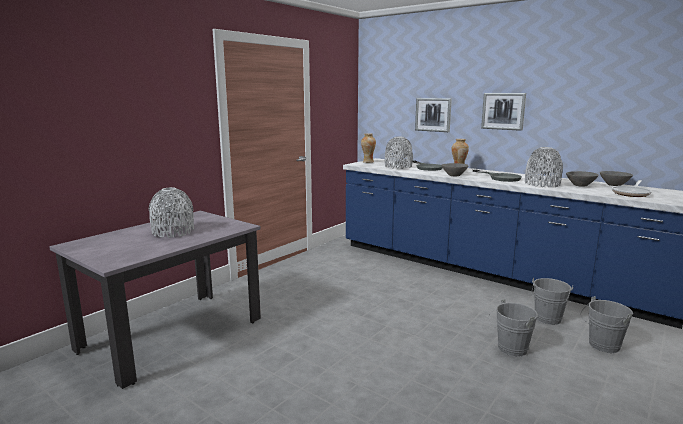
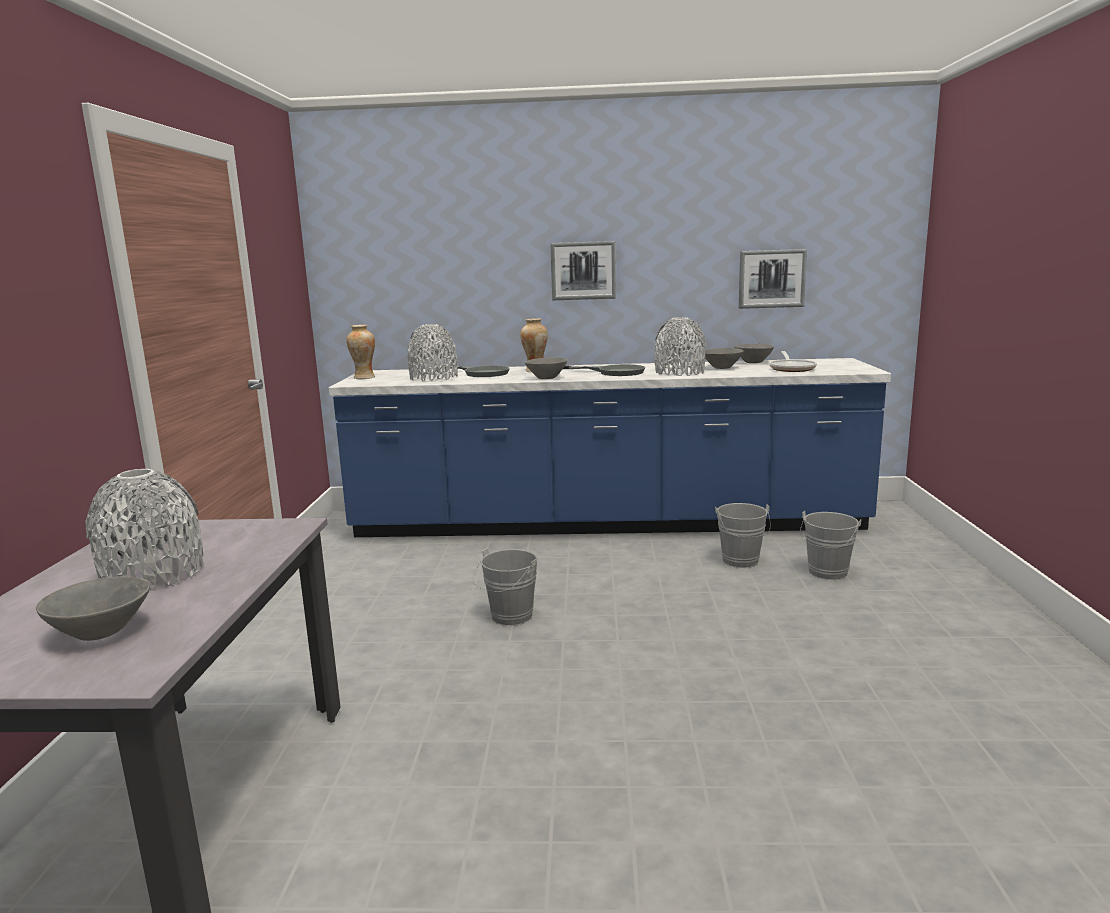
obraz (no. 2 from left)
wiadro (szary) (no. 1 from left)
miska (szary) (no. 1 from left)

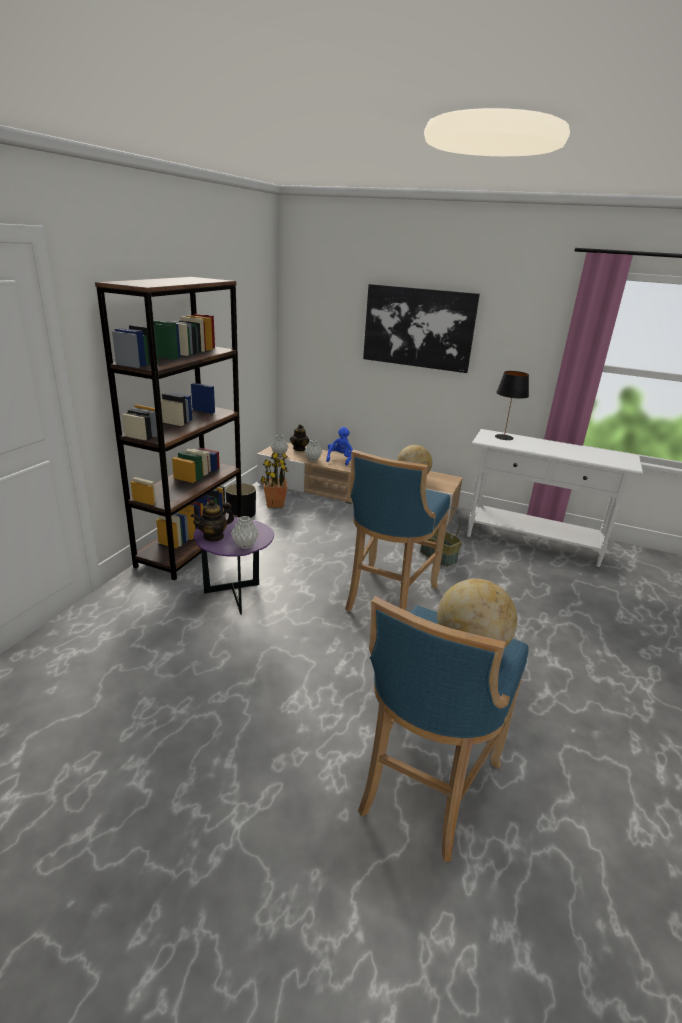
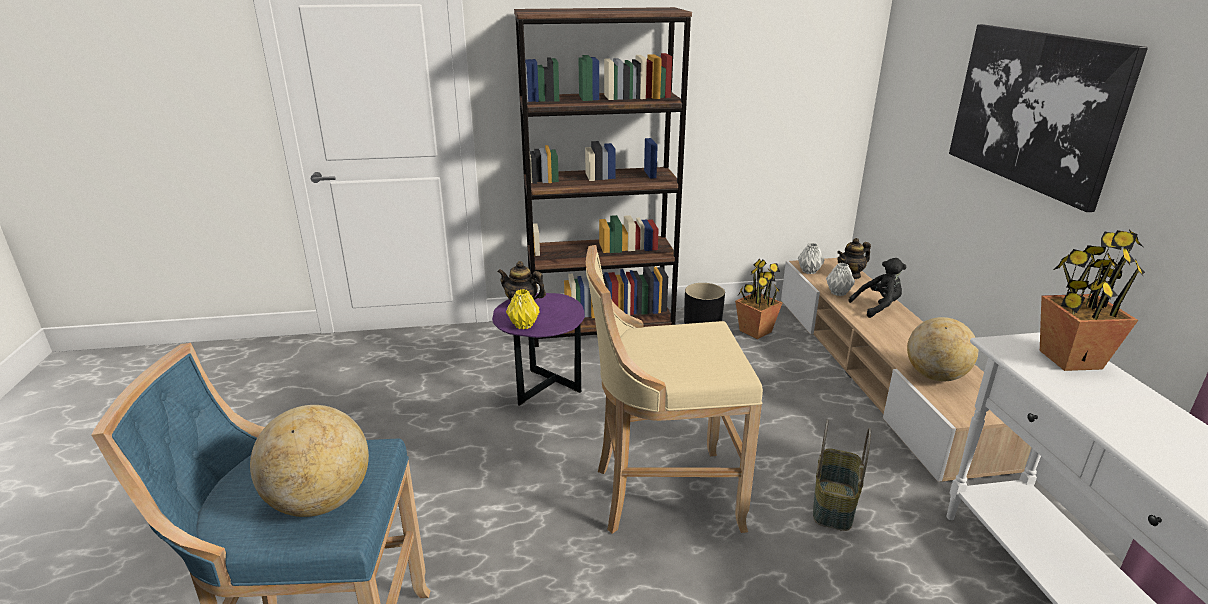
roślina doniczkowa (no. 2 from left)
pluszak (czarny)
stołek (beżowy)
wazon (żółty)

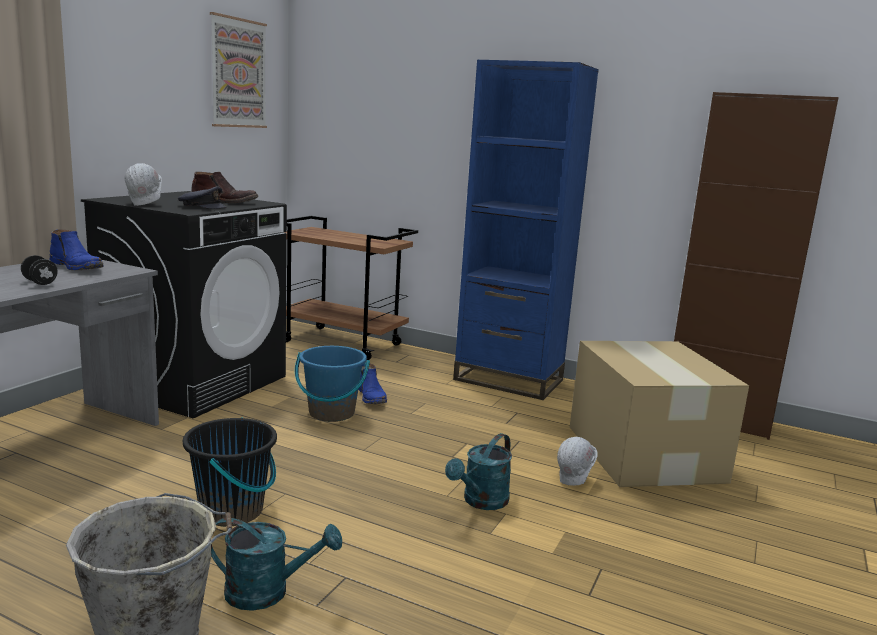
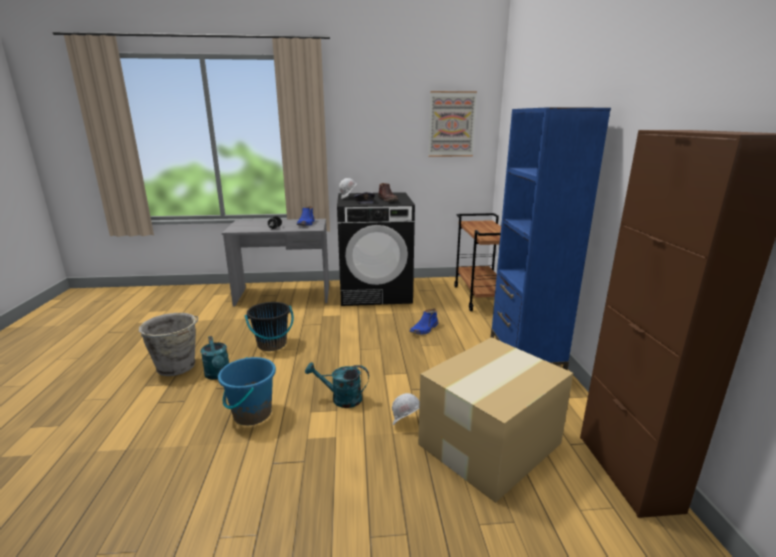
wiadro (niebieski)

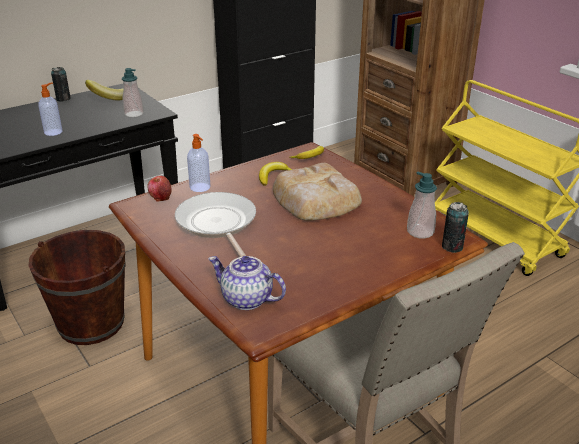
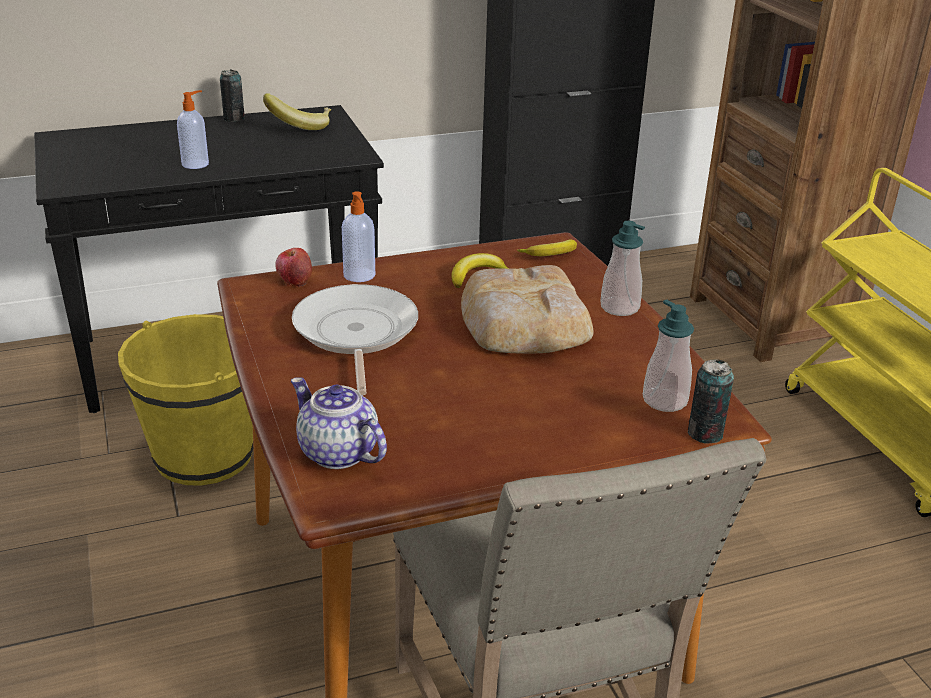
dozownik mydła (no. 3 from left)
wiadro (żółty)

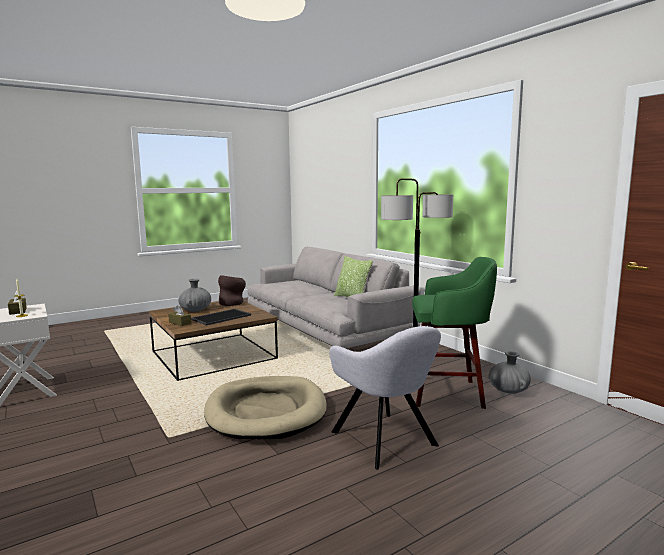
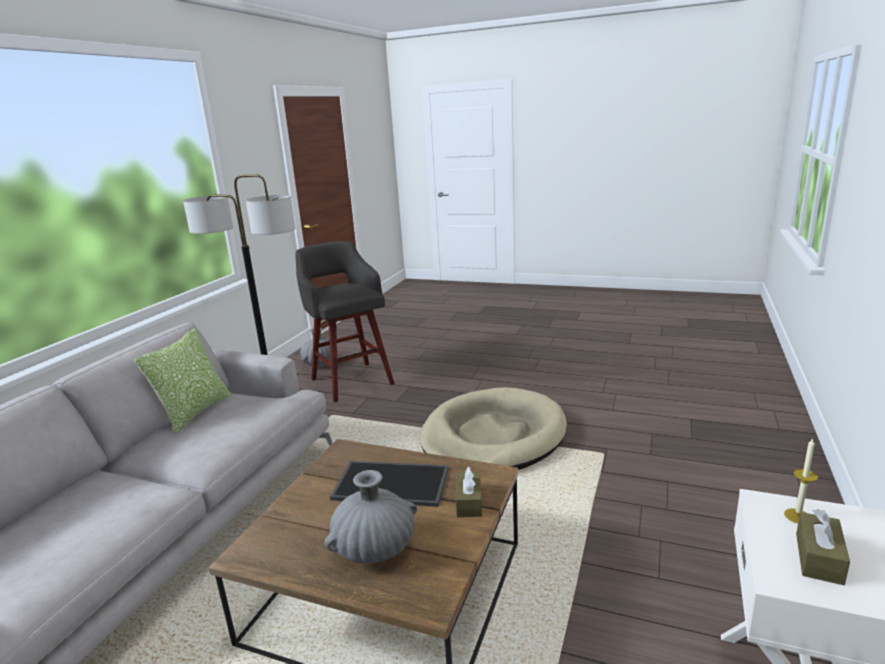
stołek (szary)
wazon (brązowy)
fotel (szary)

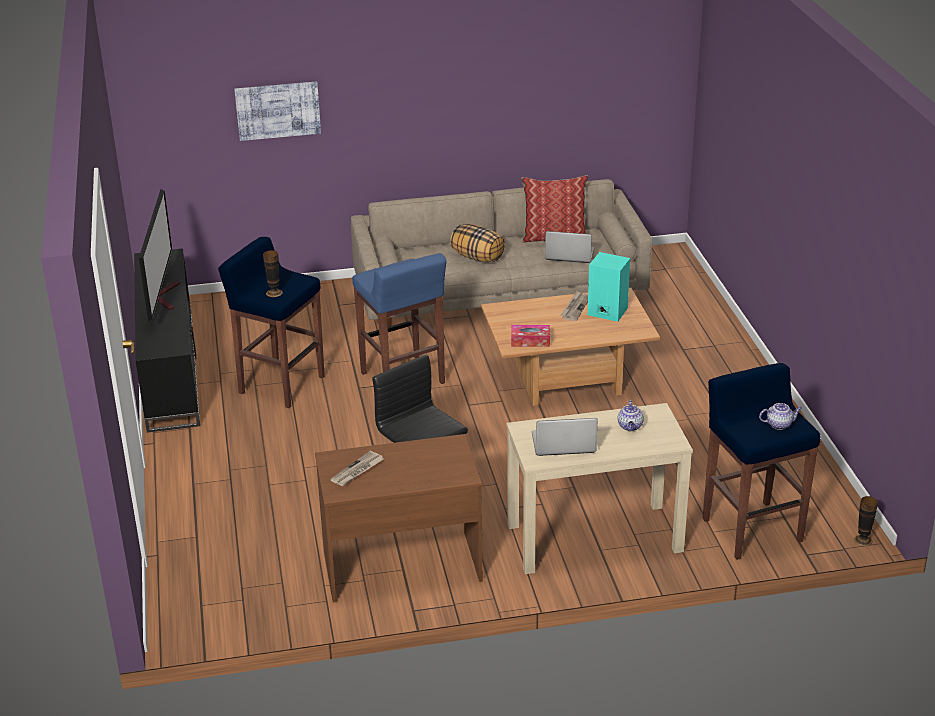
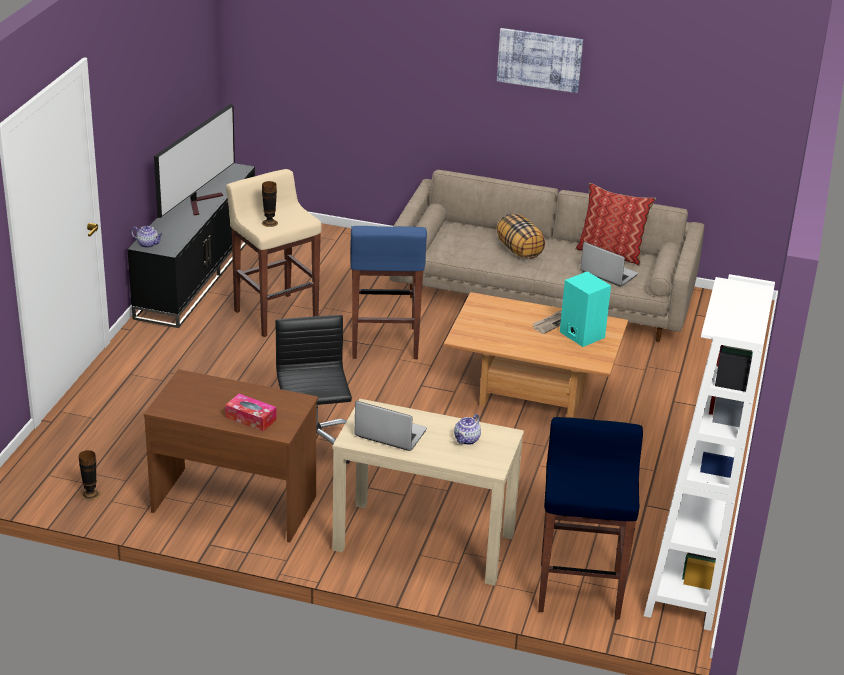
obraz
stołek (beżowy)
pudełko chusteczek
imbryk (no. 1 from left)
gazeta (no. 1 from left in the first image)
wazon (no. 1 from left)
regał (biały)

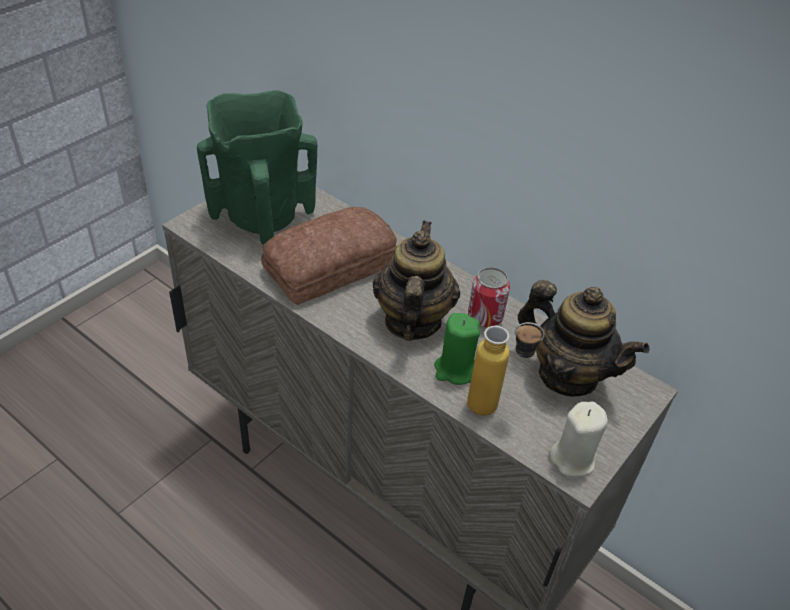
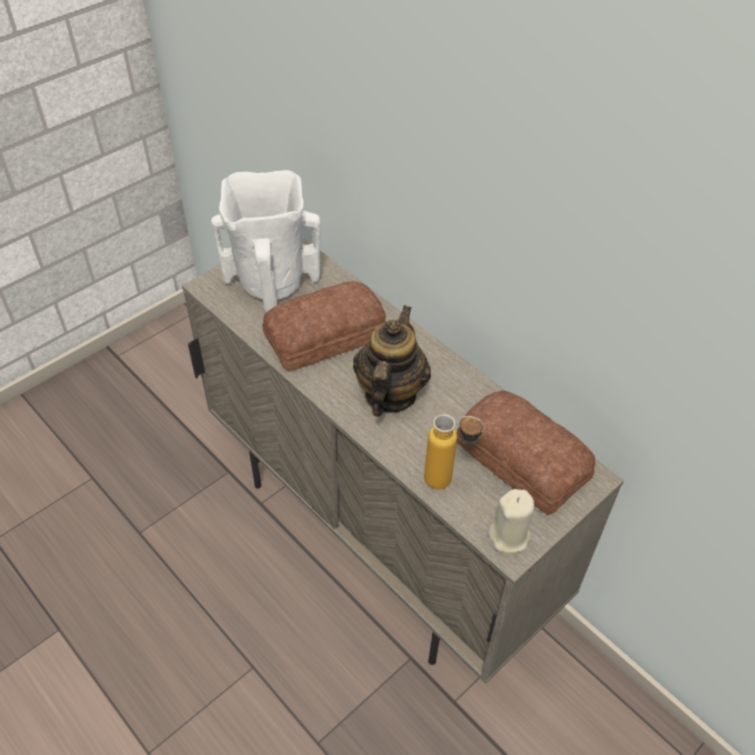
wazon (biały)
puszka
chleb (no. 2 from left)
świeca (zielony)

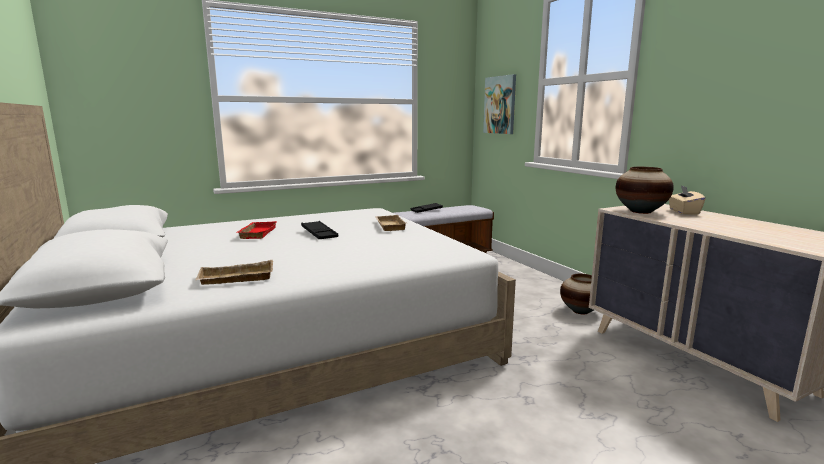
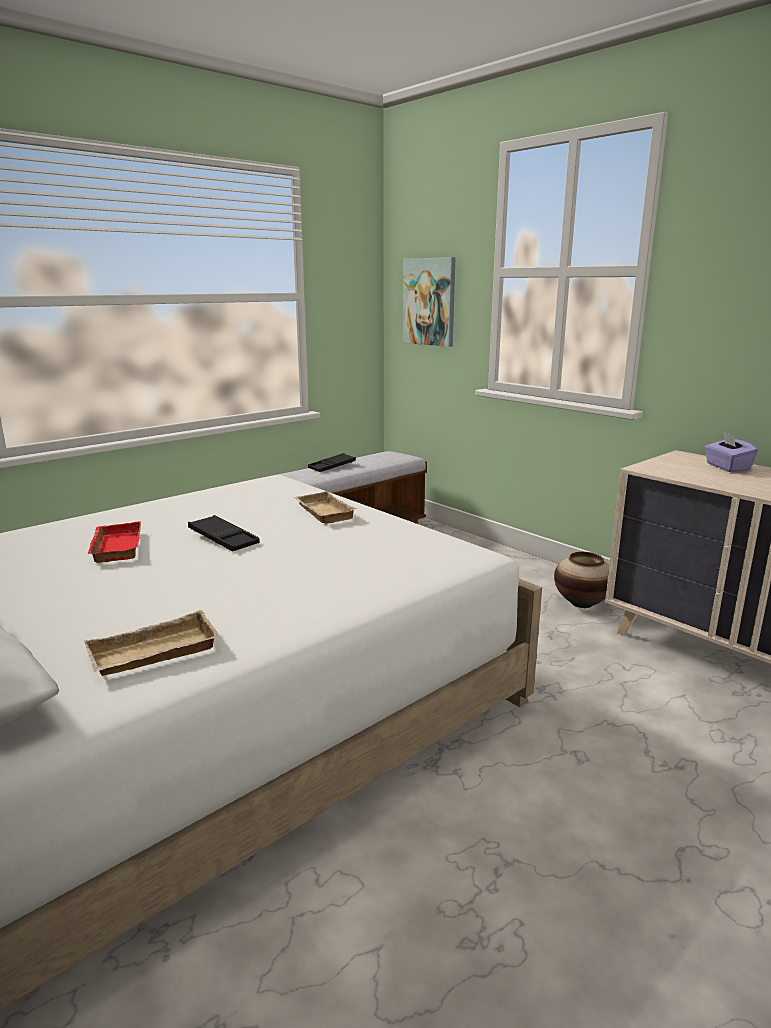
wazon (no. 2 from left in the first image)
pudełko chusteczek (fioletowy)

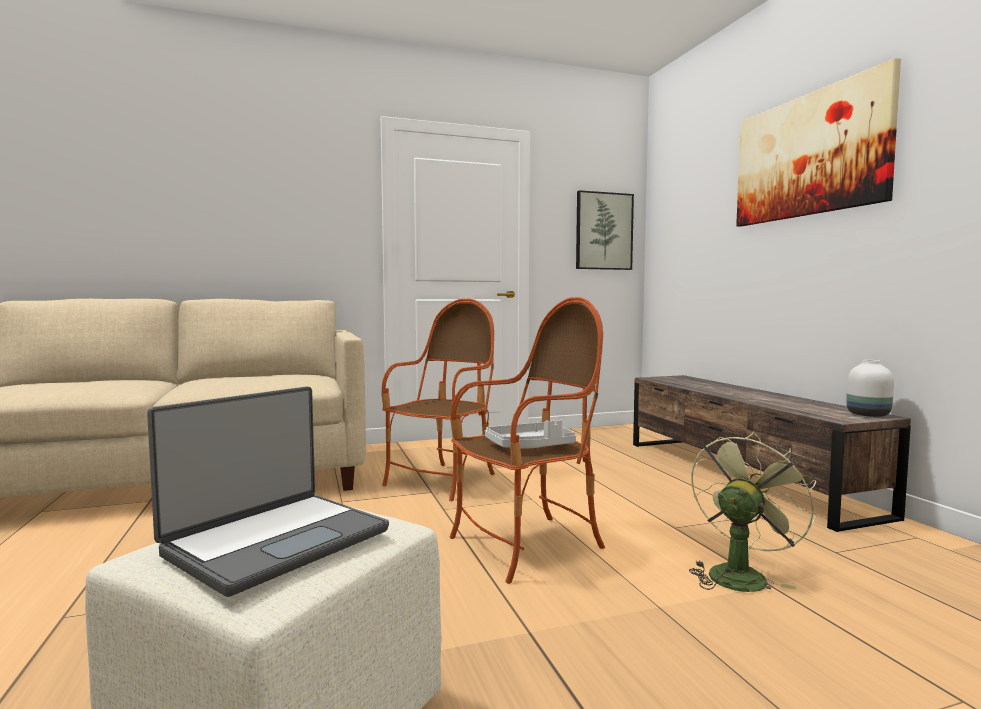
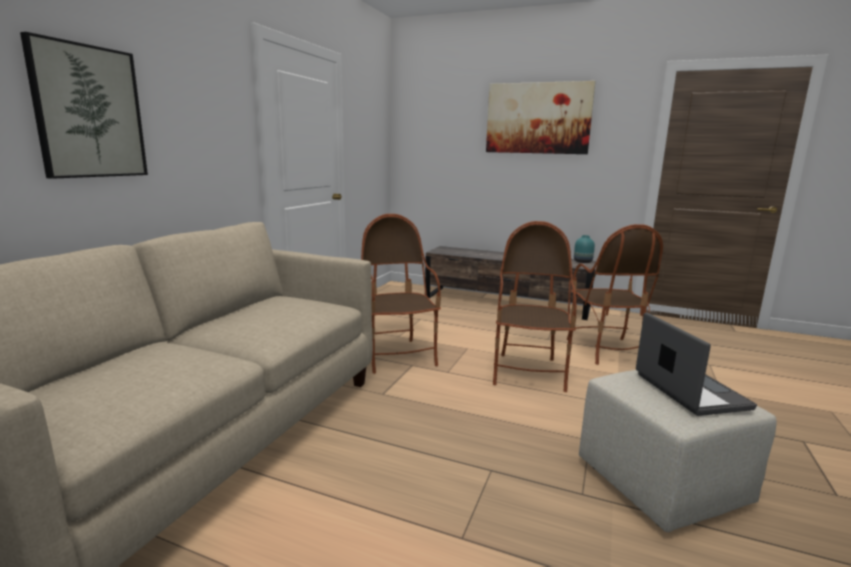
obraz (no. 1 from left)
wazon (turkusowy)
taca (szary)
fotel (no. 3 from left)

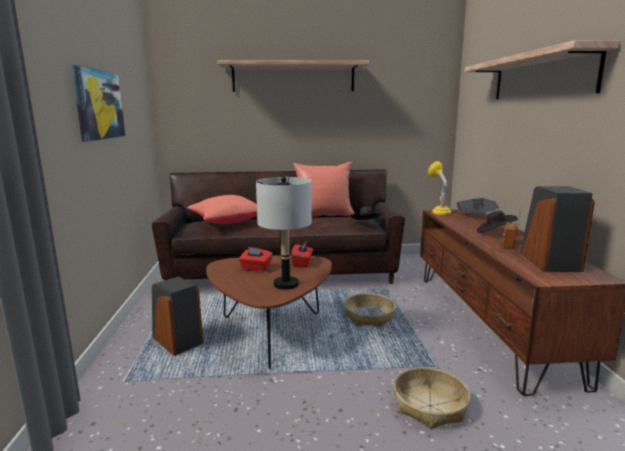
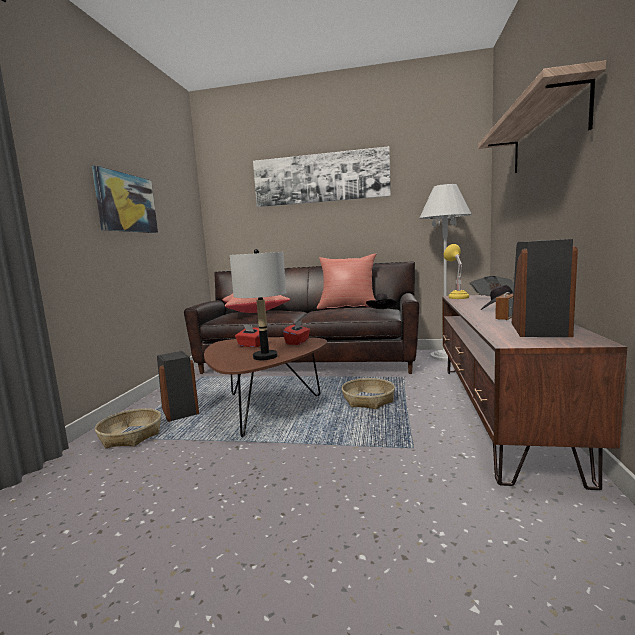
obraz (no. 2 from left)
koszyk (no. 1 from left)
lampa stojąca (biały)

